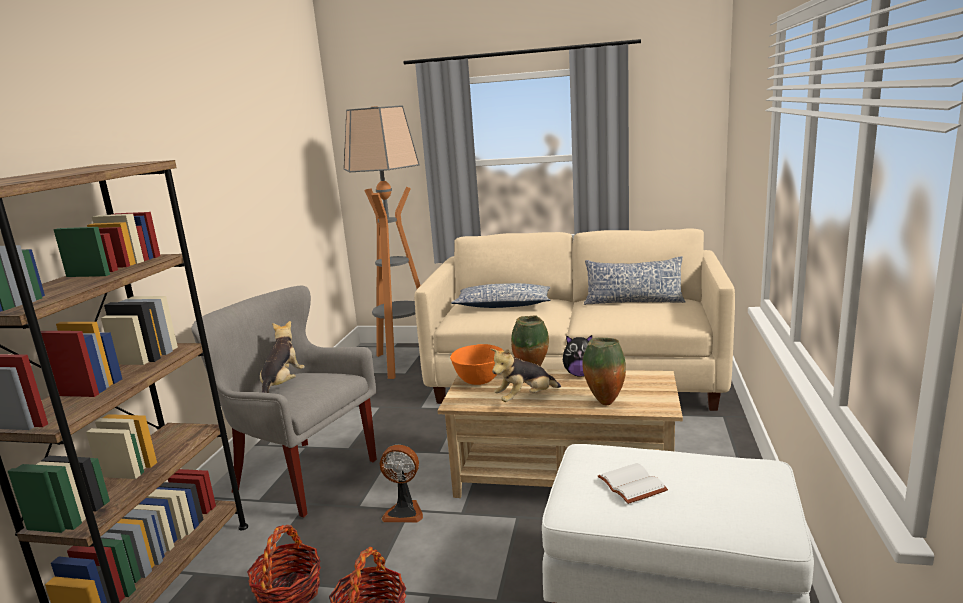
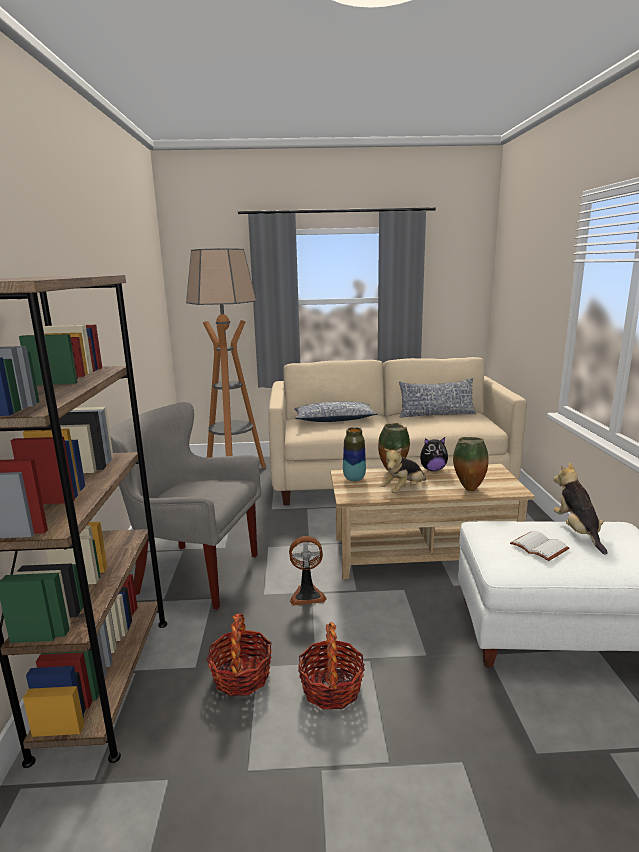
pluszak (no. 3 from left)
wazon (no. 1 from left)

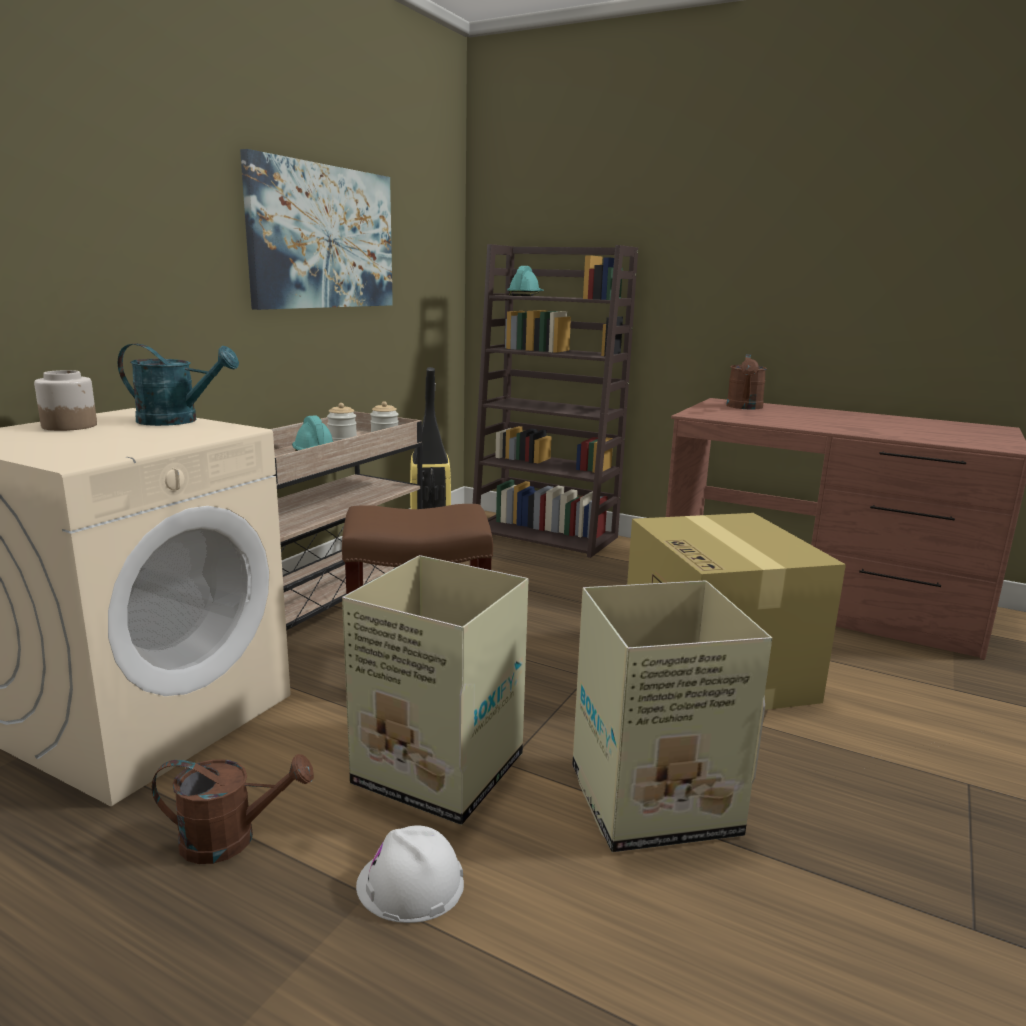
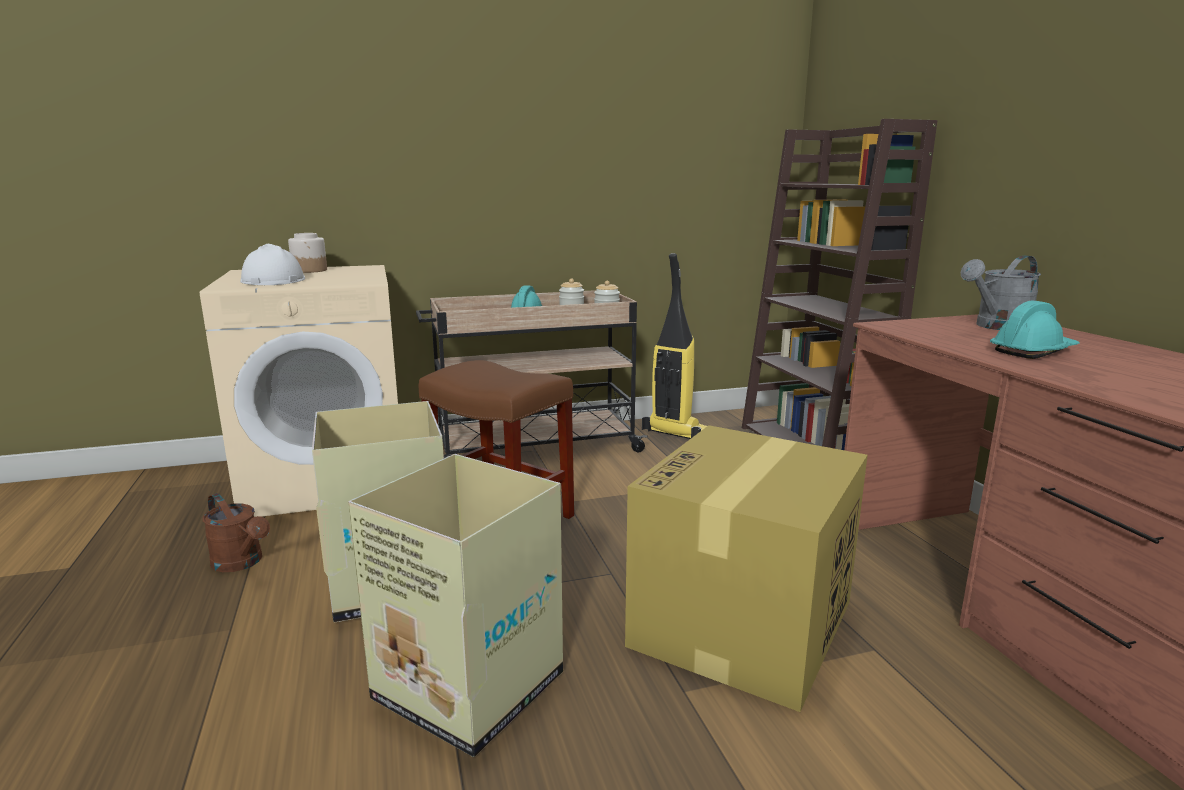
obraz
kask (turkusowy) (no. 2 from left)
konewka (turkusowy)
konewka (szary)
kask (biały)

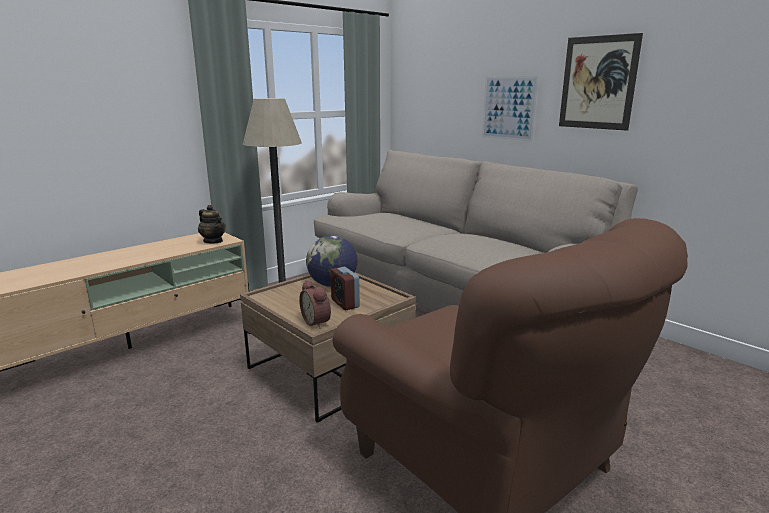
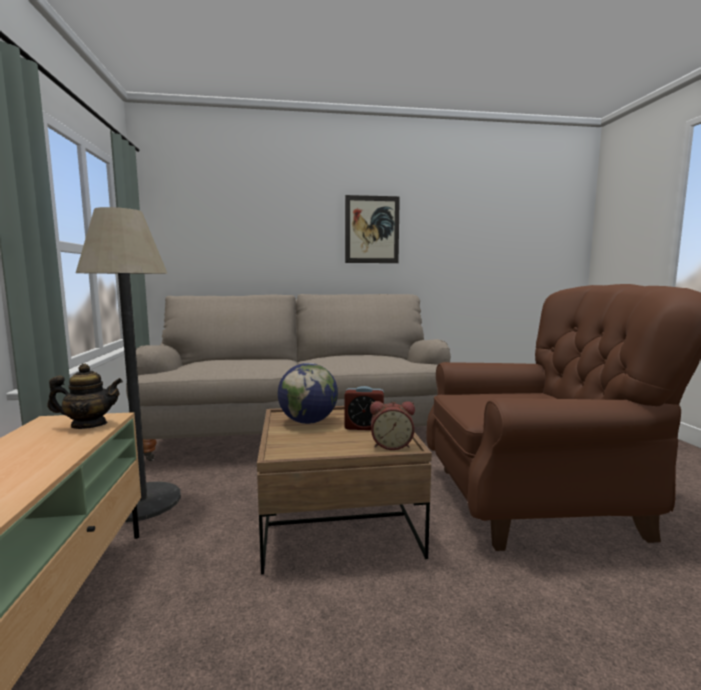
obraz (no. 1 from left in the first image)

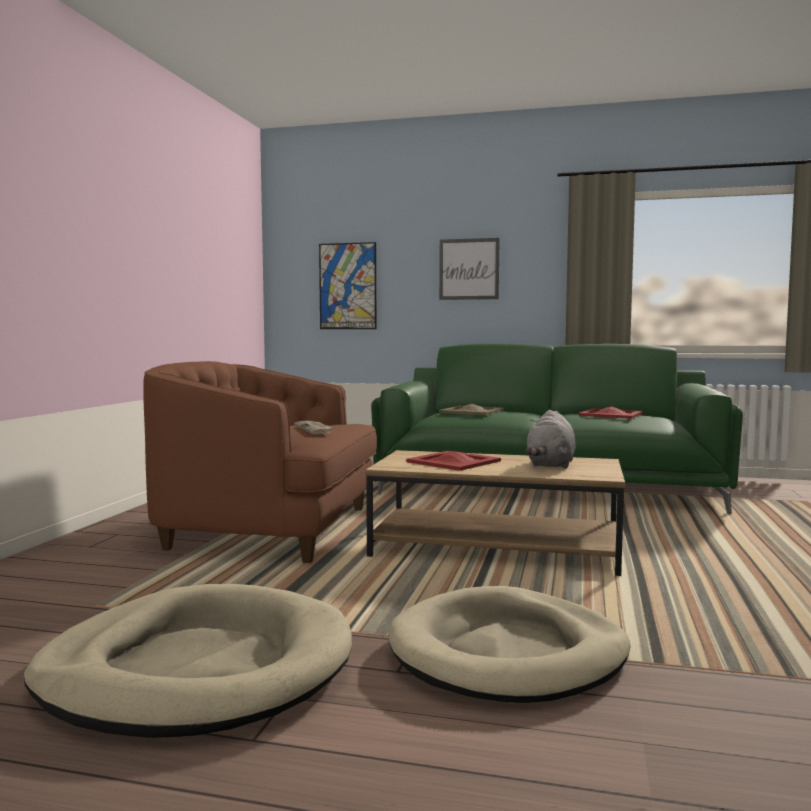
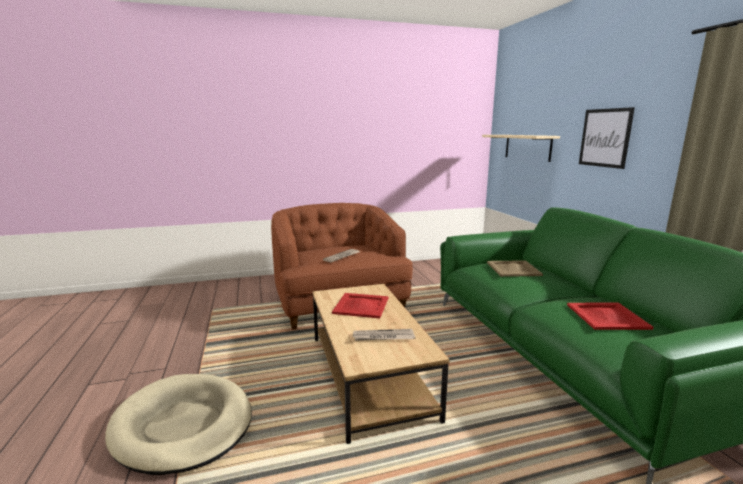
półka (beżowy)
gazeta (no. 2 from left)
legowisko (beżowy) (no. 1 from left in the first image)

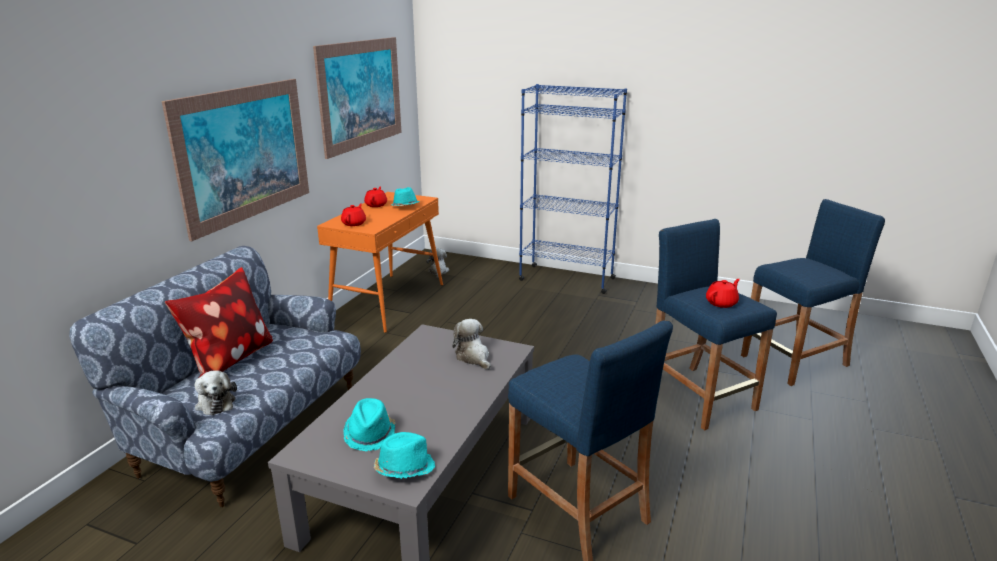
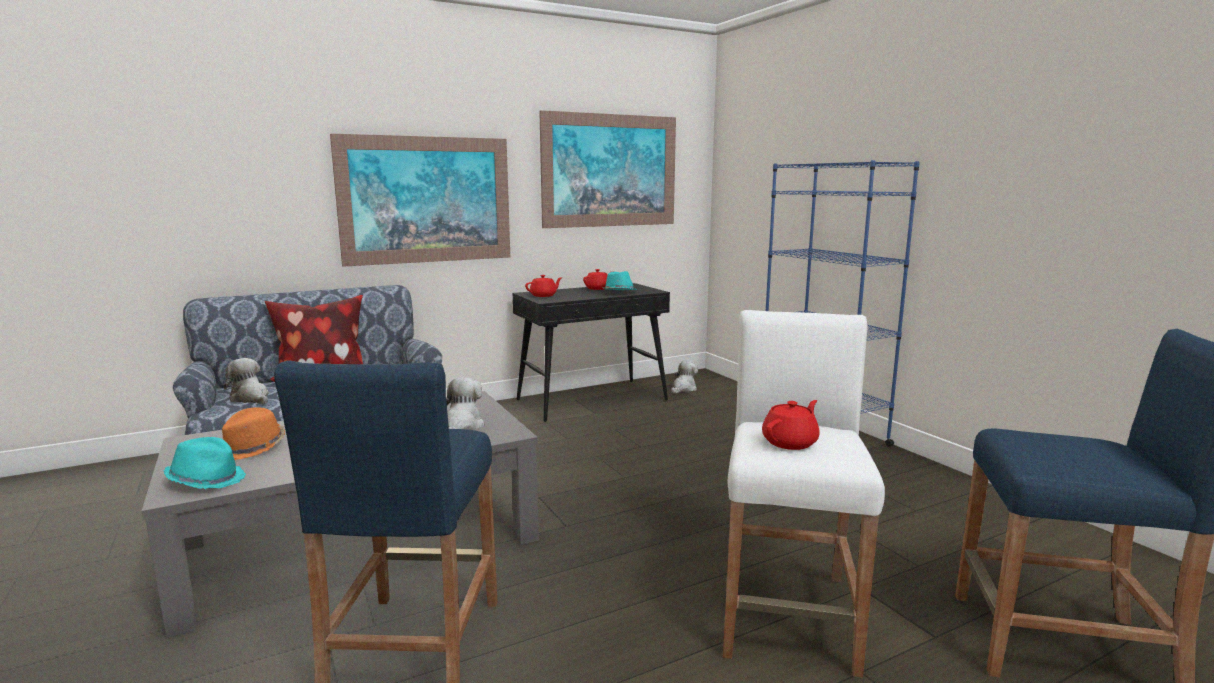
stolik konsolowy (czarny)
stołek (biały)
imbryk (czerwony) (no. 3 from left)
pluszak (no. 1 from left)
kapelusz (pomarańczowy)

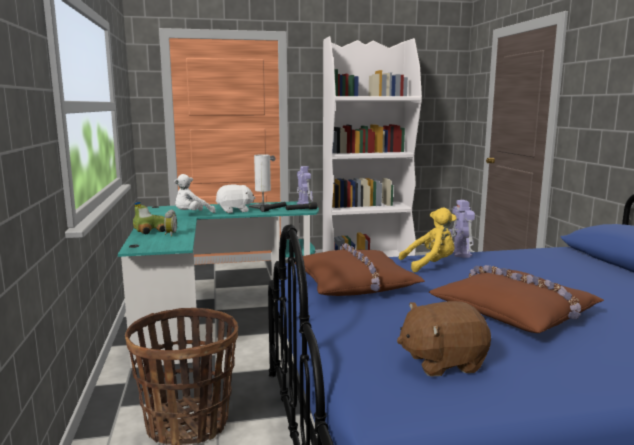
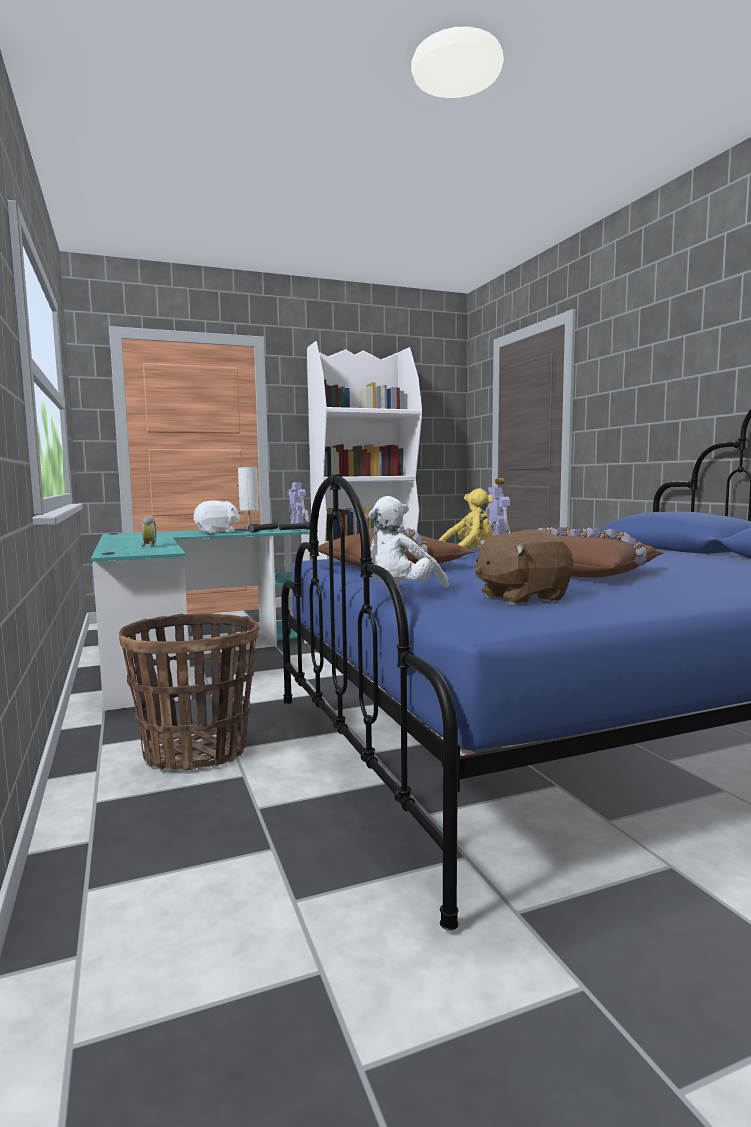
pluszak (biały) (no. 2 from left)
samochodzik

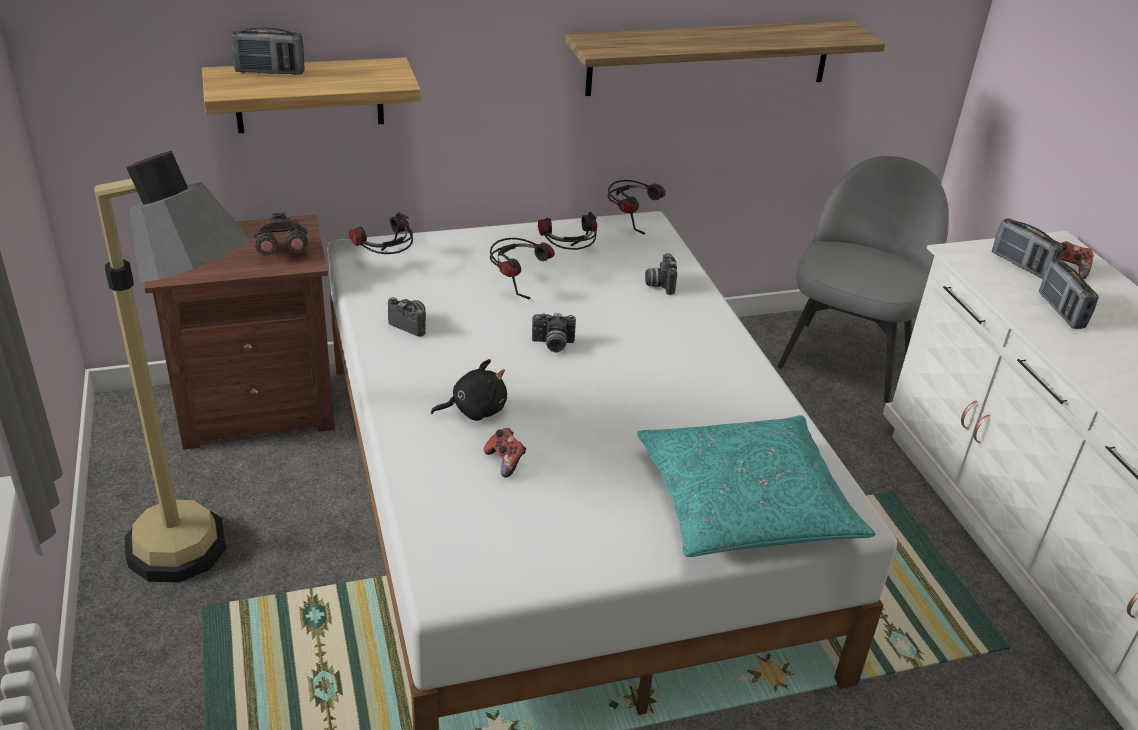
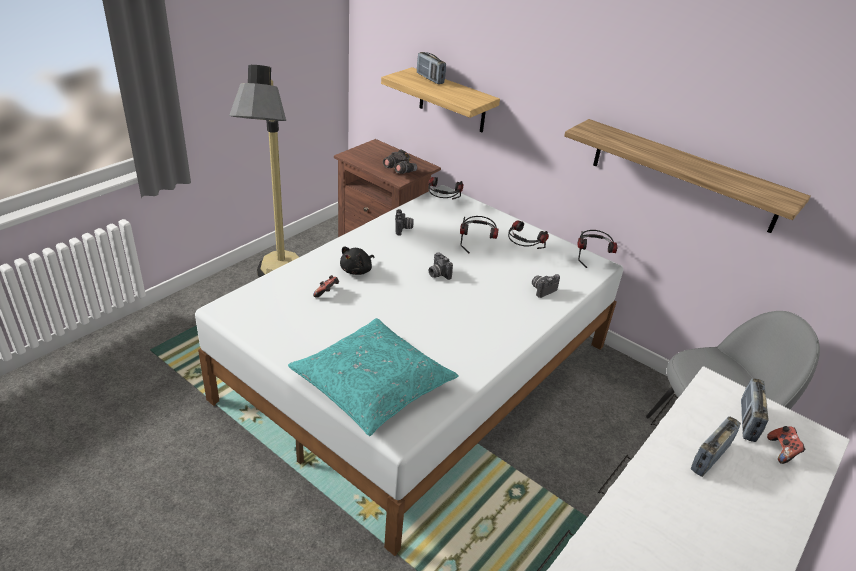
pluszak (czarny)

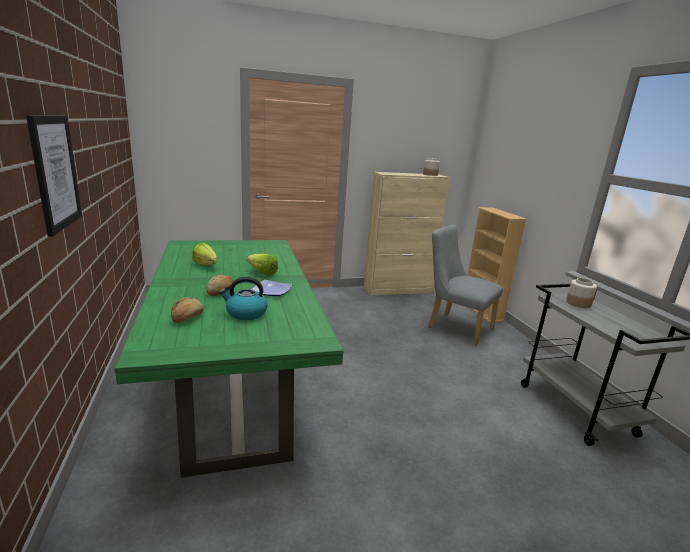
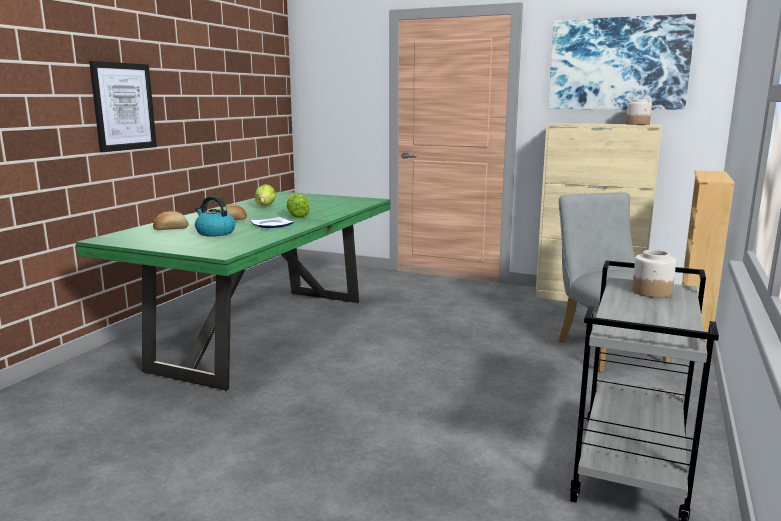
obraz (no. 2 from left)

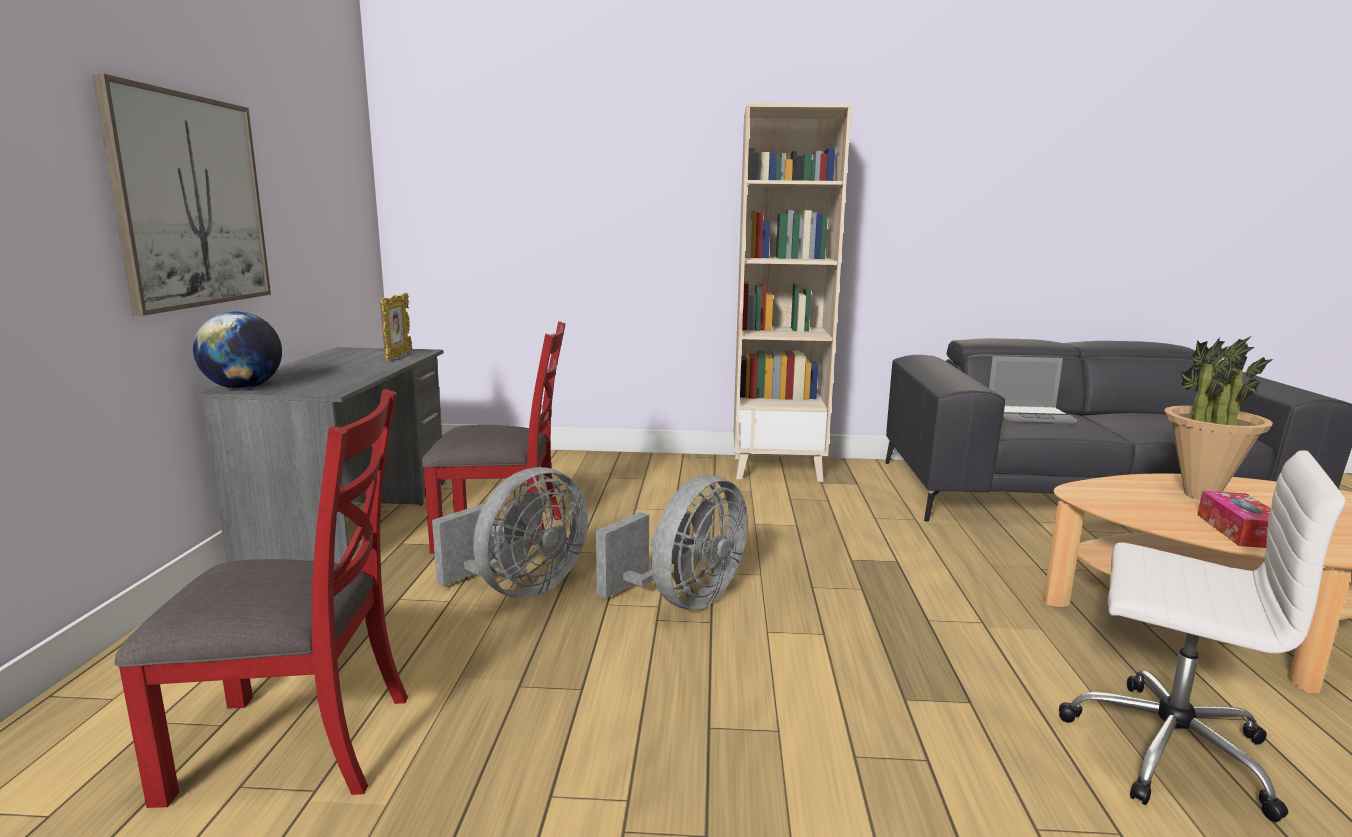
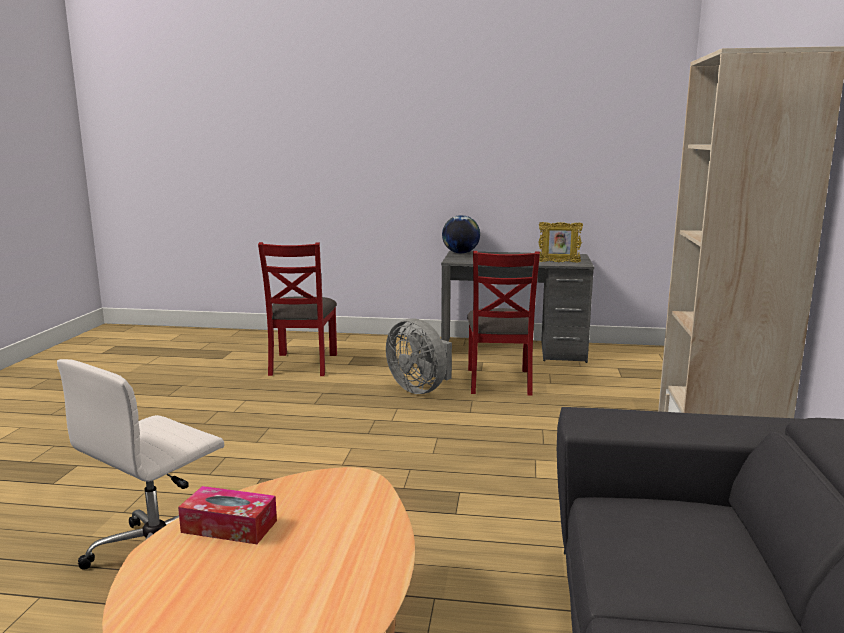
obraz
roślina doniczkowa
laptop
wentylator (szary) (no. 2 from left in the first image)

